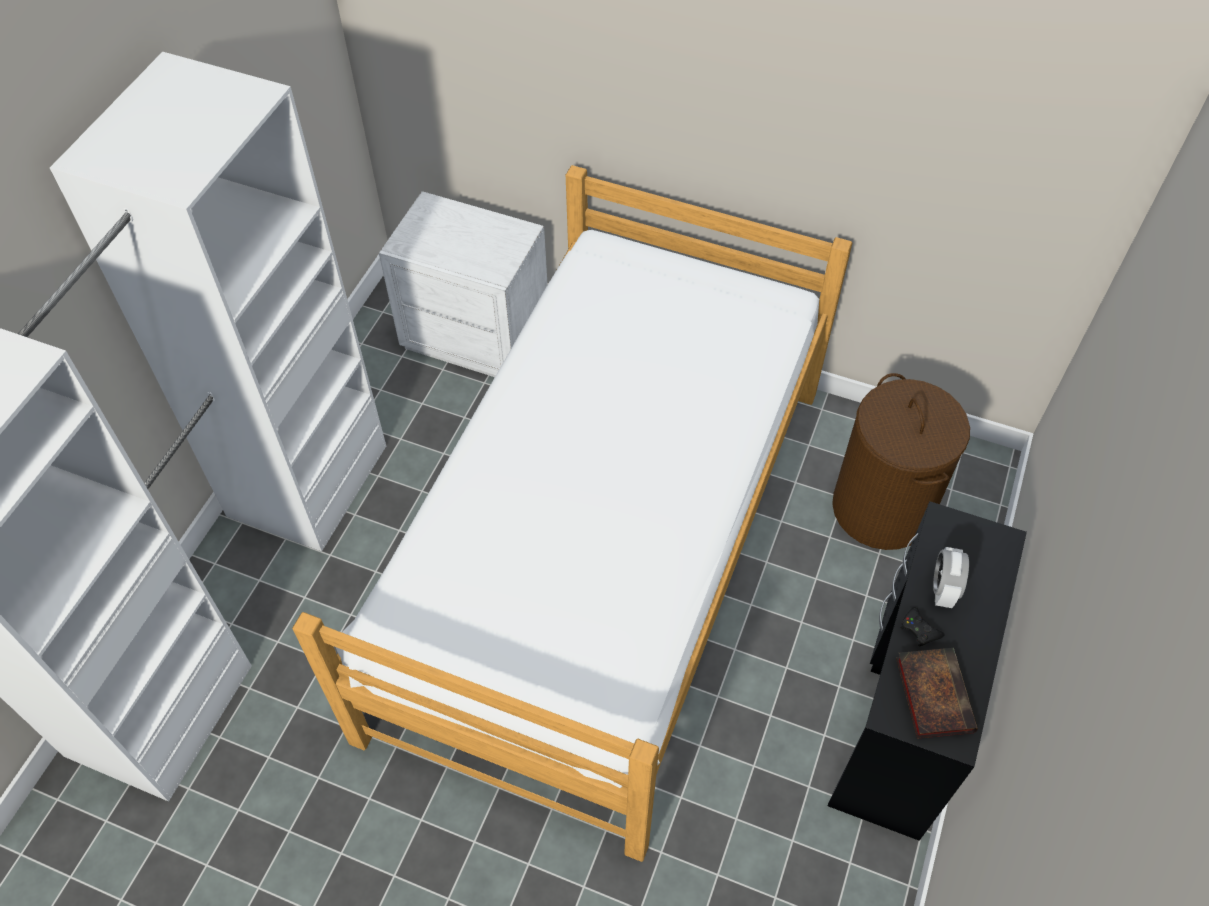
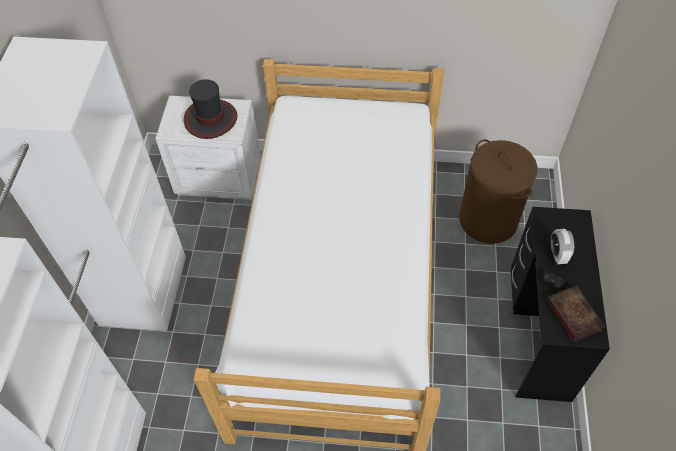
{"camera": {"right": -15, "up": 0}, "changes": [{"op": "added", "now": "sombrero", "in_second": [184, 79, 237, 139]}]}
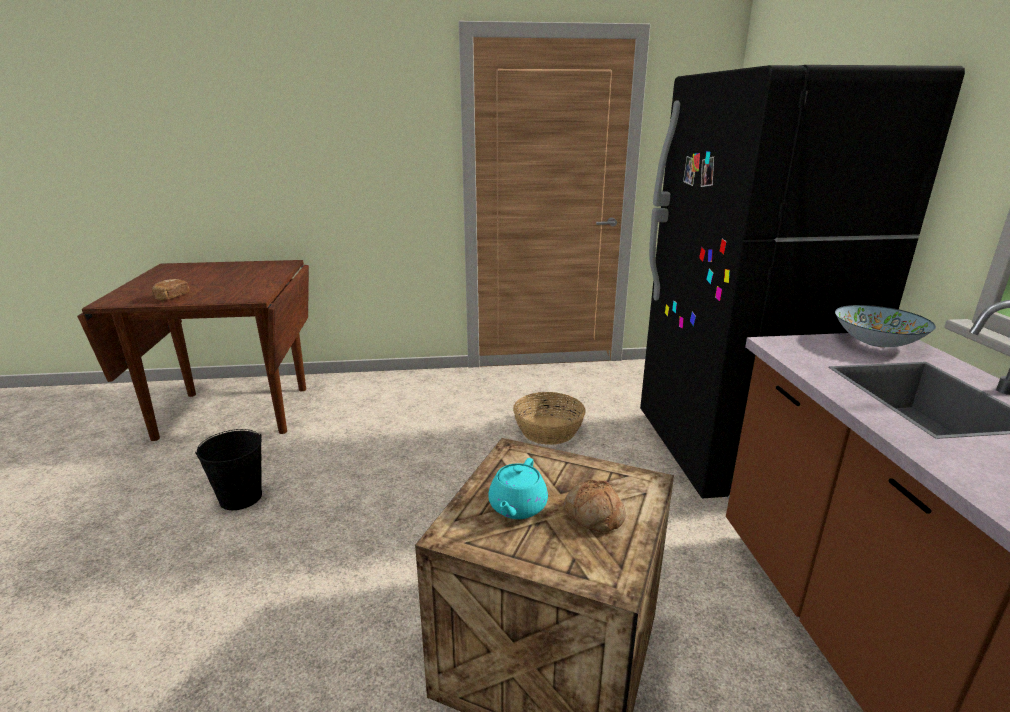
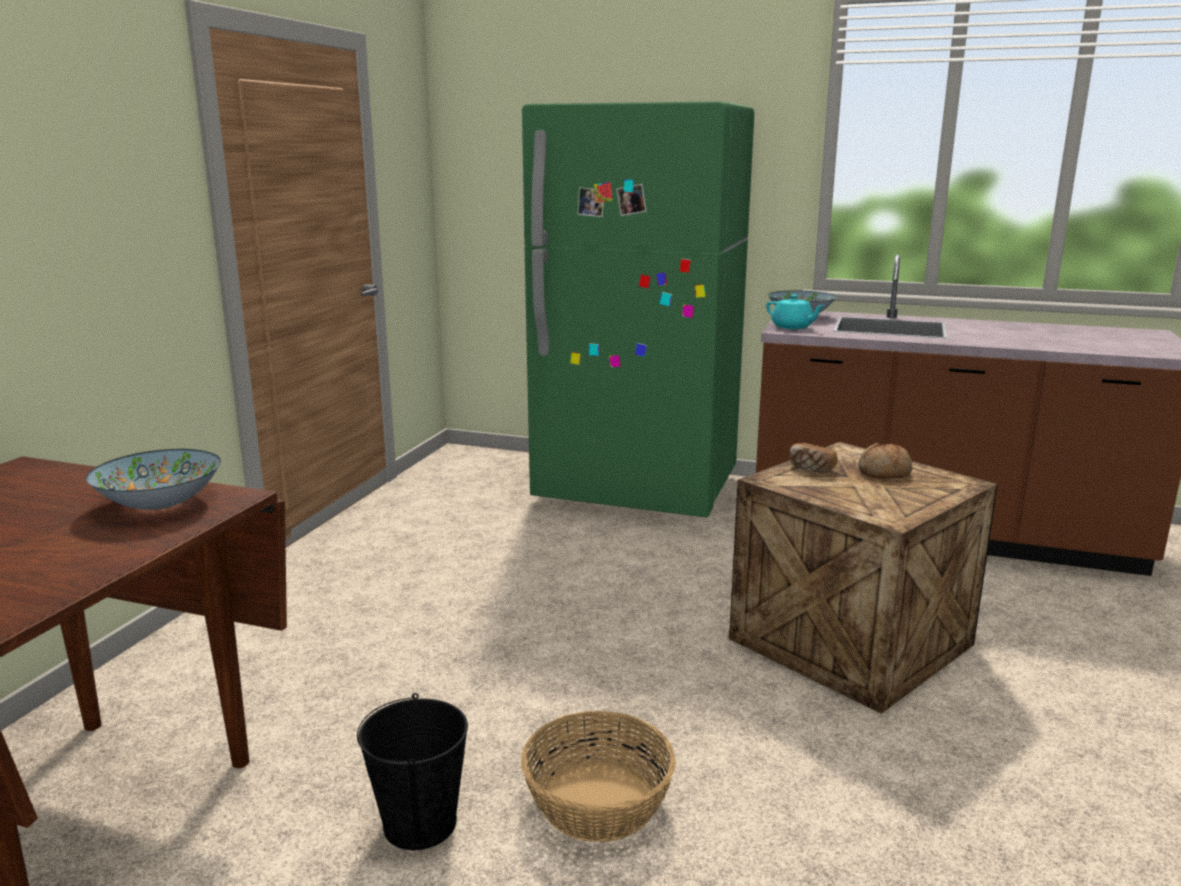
{"camera": {"right": -65, "up": -5}, "changes": [{"op": "added", "now": "cuenco", "in_second": [86, 449, 221, 510]}, {"op": "moved", "was": "pan", "in_first": [152, 279, 189, 300], "in_second": [789, 443, 838, 473]}, {"op": "moved", "was": "tetera (turquesa)", "in_first": [488, 458, 548, 519], "in_second": [766, 295, 824, 329]}, {"op": "moved", "was": "cesta", "in_first": [513, 392, 586, 445], "in_second": [521, 711, 676, 842]}, {"op": "recoloured", "was": "nevera (negro)", "now": "nevera (verde)", "in_first": [640, 65, 965, 499], "in_second": [522, 101, 755, 518]}]}
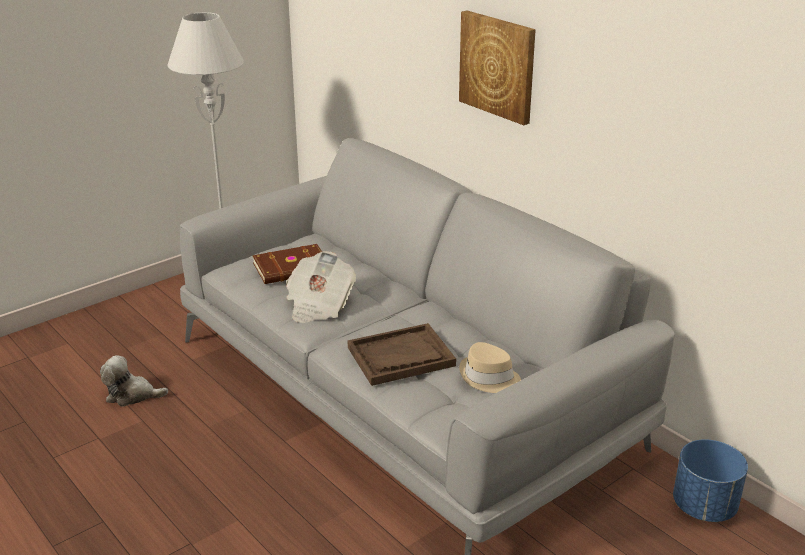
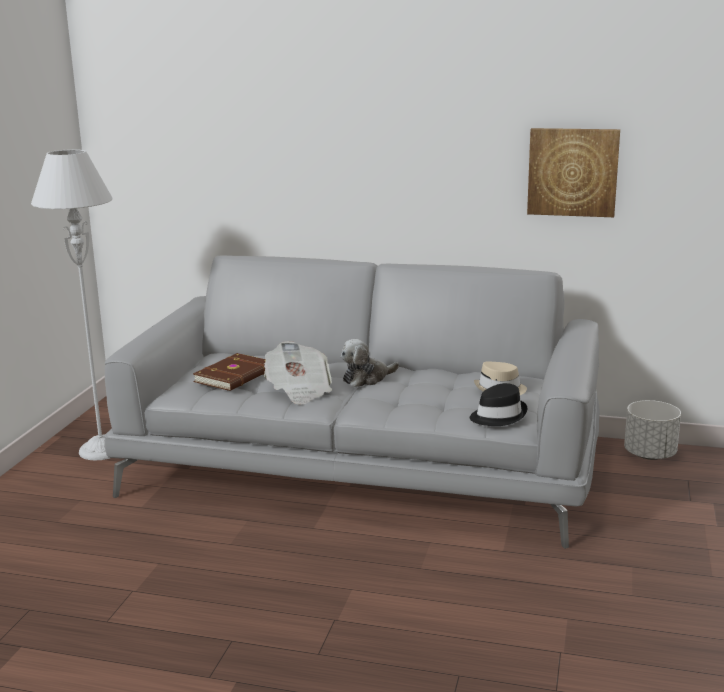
{"camera": {"right": -35, "up": -10}, "changes": [{"op": "removed", "was": "bandeja (marrón)", "in_first": [348, 323, 456, 386]}, {"op": "added", "now": "sombrero (negro)", "in_second": [470, 383, 528, 426]}, {"op": "moved", "was": "peluche", "in_first": [100, 355, 168, 407], "in_second": [341, 339, 399, 387]}, {"op": "moved", "was": "cuadro", "in_first": [459, 11, 536, 125], "in_second": [527, 128, 620, 217]}, {"op": "recoloured", "was": "maceta (azul)", "now": "maceta (blanco)", "in_first": [673, 439, 748, 522], "in_second": [624, 400, 681, 460]}]}
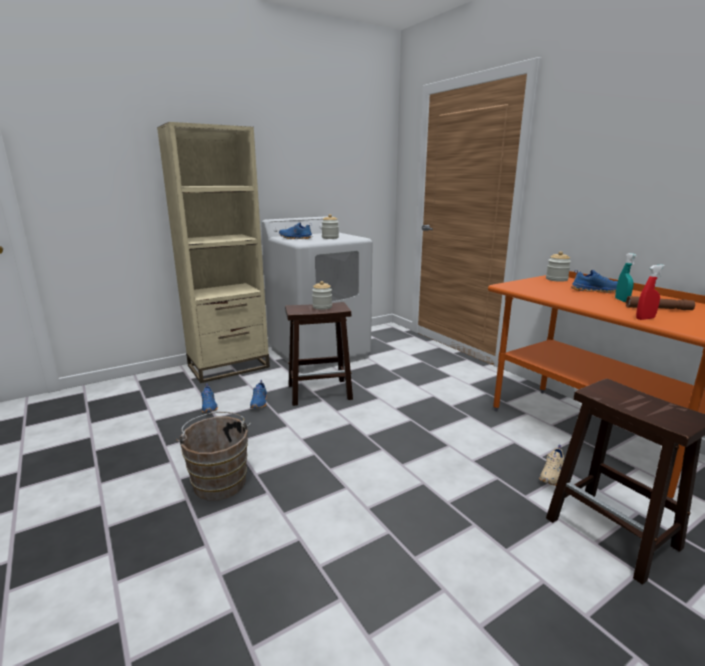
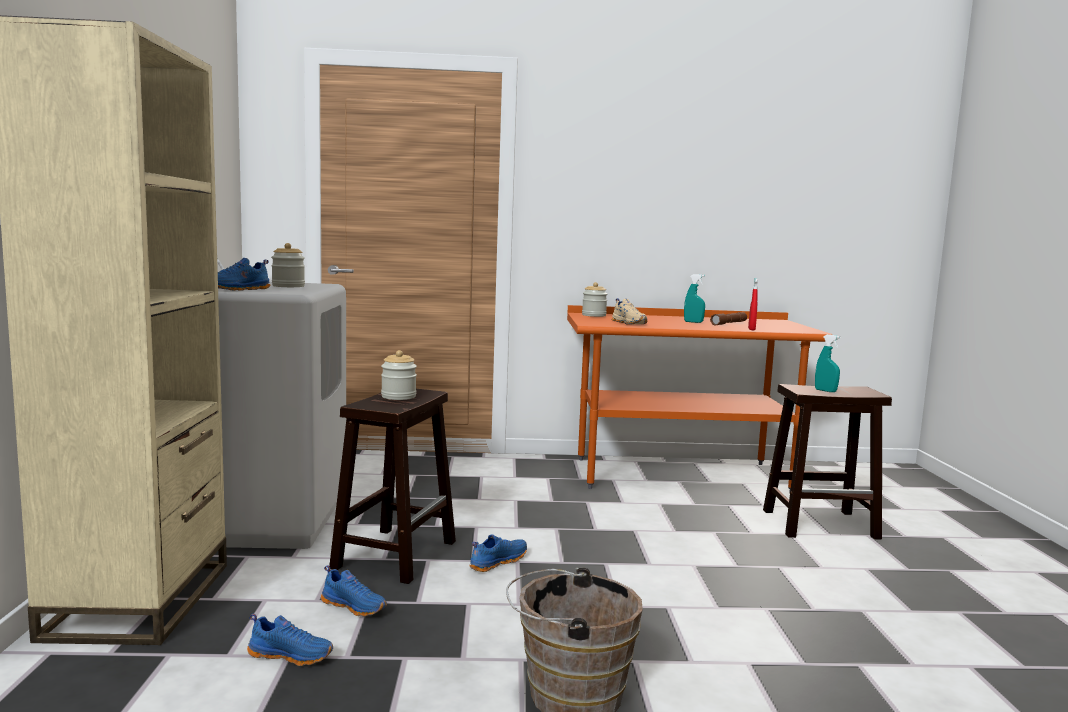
{"camera": {"right": -60, "up": -10}, "changes": [{"op": "added", "now": "pulverizador (turquesa)", "in_second": [815, 334, 841, 392]}, {"op": "moved", "was": "zapato (beis)", "in_first": [539, 445, 564, 486], "in_second": [611, 298, 647, 325]}, {"op": "moved", "was": "zapato (azul)", "in_first": [571, 270, 618, 293], "in_second": [469, 534, 527, 572]}]}
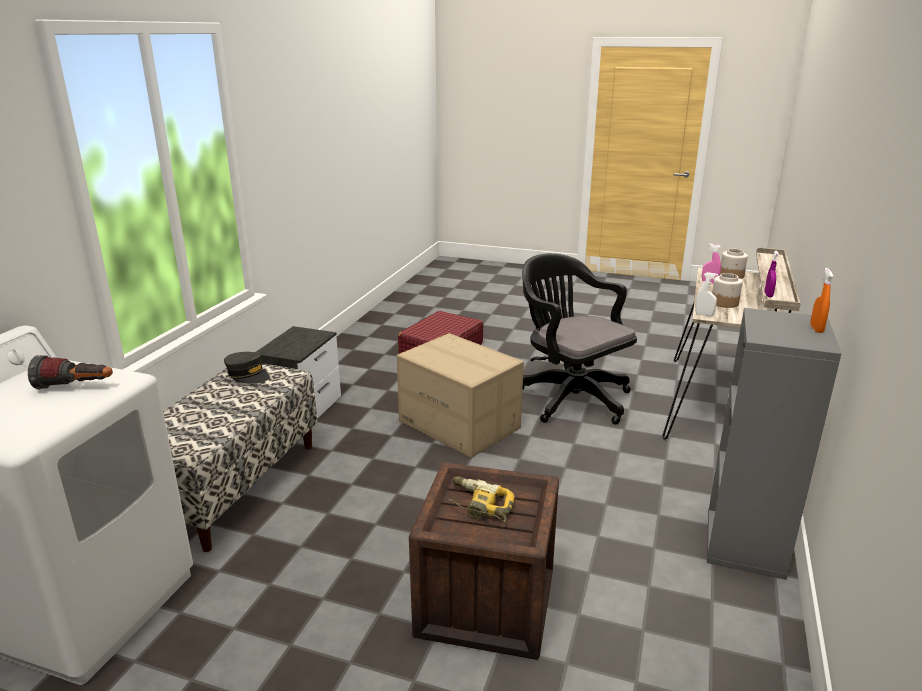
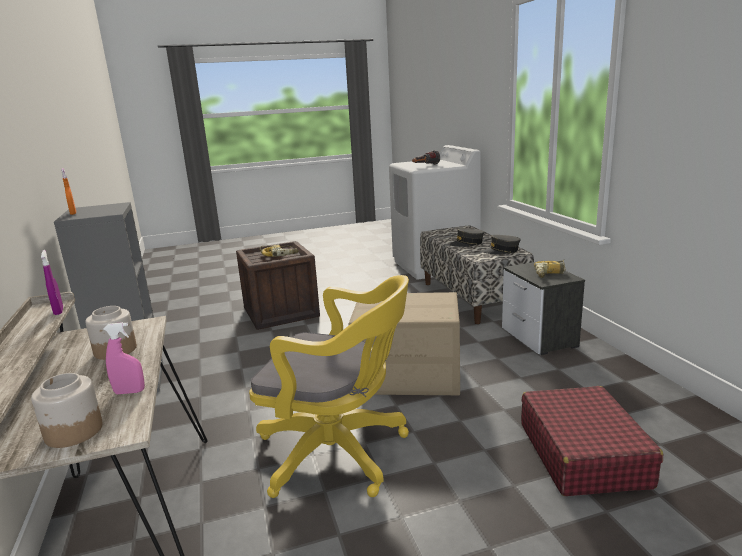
{"camera": {"right": 145, "up": -5}, "changes": [{"op": "removed", "was": "pulverizador (blanco)", "in_first": [695, 272, 718, 316]}, {"op": "added", "now": "gorra (gris)", "in_second": [450, 228, 484, 247]}, {"op": "added", "now": "taladro", "in_second": [534, 260, 566, 278]}, {"op": "recoloured", "was": "silla de oficina (negro)", "now": "silla de oficina (amarillo)", "in_first": [522, 253, 637, 425], "in_second": [249, 275, 409, 498]}]}
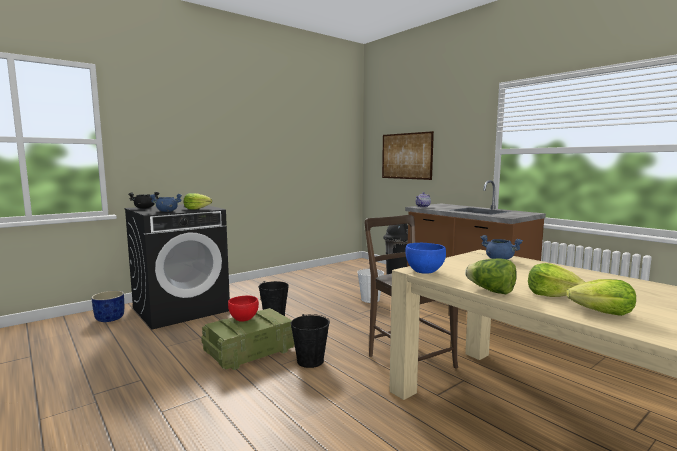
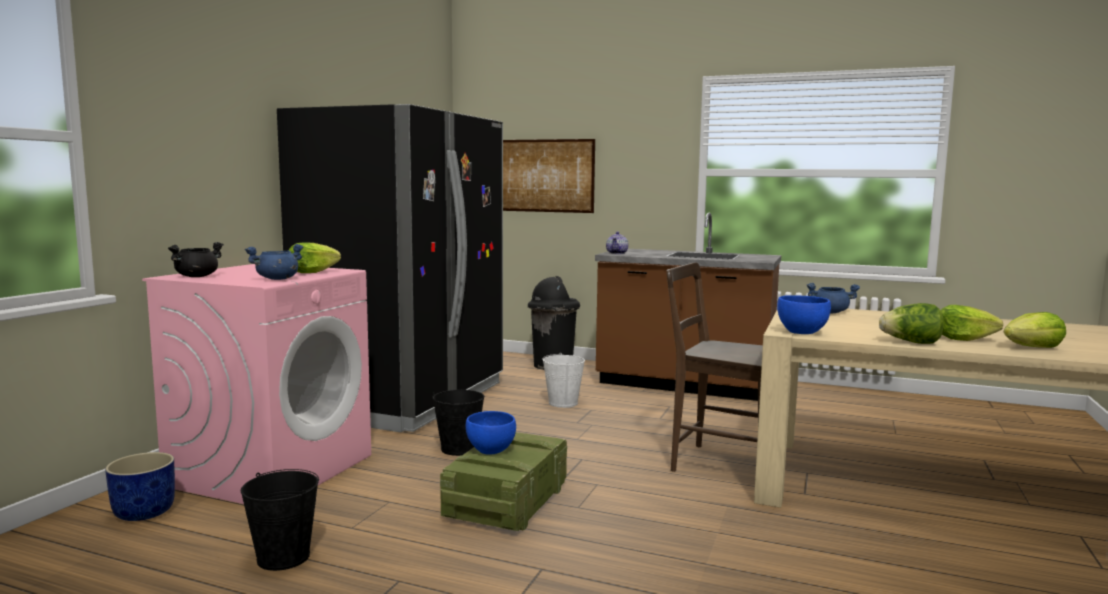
{"camera": {"right": -30, "up": 0}, "changes": [{"op": "added", "now": "nevera (negro)", "in_second": [277, 104, 503, 432]}, {"op": "moved", "was": "cubo (negro)", "in_first": [291, 314, 330, 368], "in_second": [241, 469, 319, 571]}, {"op": "recoloured", "was": "lavadora (negro)", "now": "lavadora (rosa)", "in_first": [124, 204, 230, 330], "in_second": [142, 264, 371, 504]}, {"op": "recoloured", "was": "cuenco (rojo)", "now": "cuenco (azul)", "in_first": [228, 296, 259, 322], "in_second": [466, 411, 516, 455]}]}
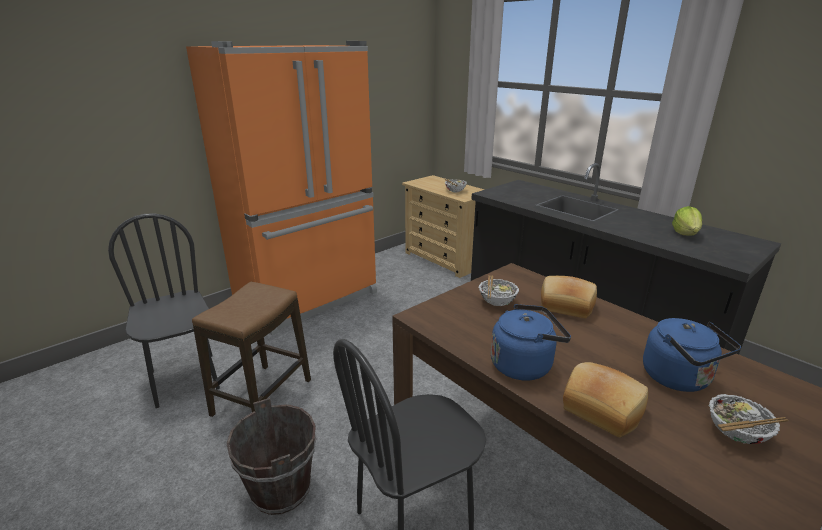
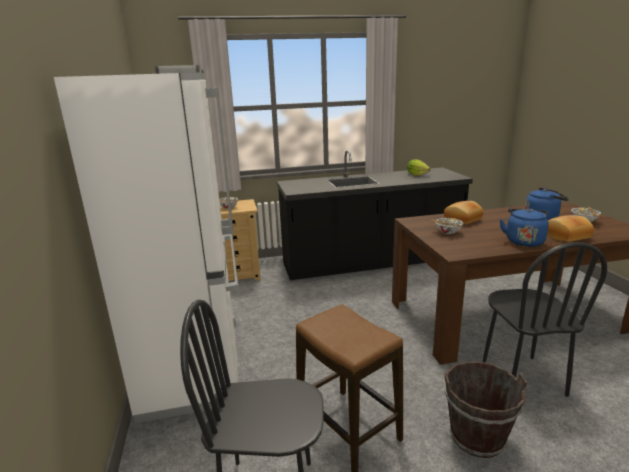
{"camera": {"right": -60, "up": -5}, "changes": [{"op": "recoloured", "was": "nevera (naranja)", "now": "nevera (blanco)", "in_first": [186, 41, 377, 335], "in_second": [54, 65, 239, 423]}]}
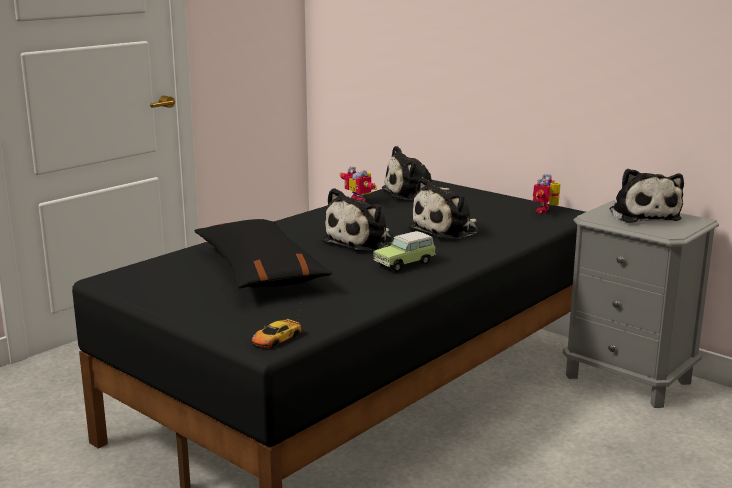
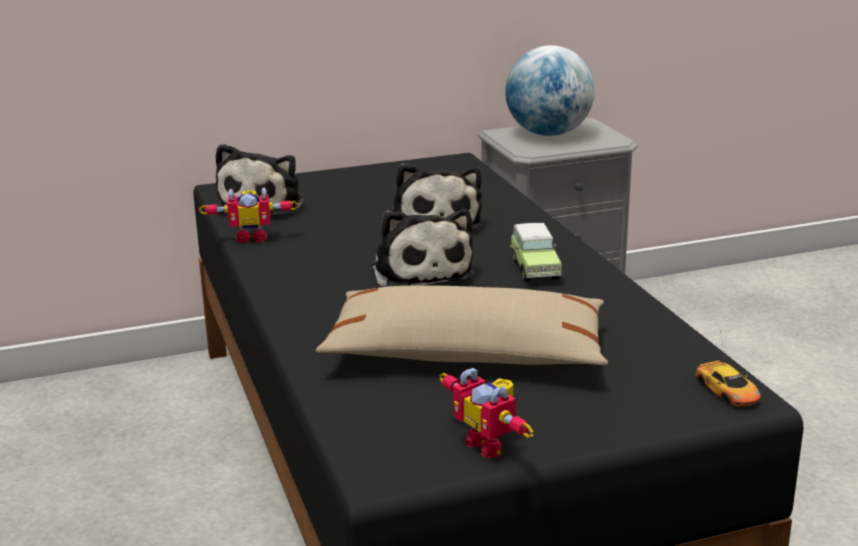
{"camera": {"right": -60, "up": 5}, "changes": [{"op": "moved", "was": "robot de juguete", "in_first": [533, 174, 560, 214], "in_second": [439, 368, 533, 458]}, {"op": "replaced", "was": "peluche", "now": "globo terráqueo", "in_first": [610, 168, 684, 223], "in_second": [505, 45, 595, 136]}, {"op": "recoloured", "was": "cojín (negro)", "now": "cojín (beis)", "in_first": [194, 219, 332, 288], "in_second": [316, 286, 608, 365]}]}
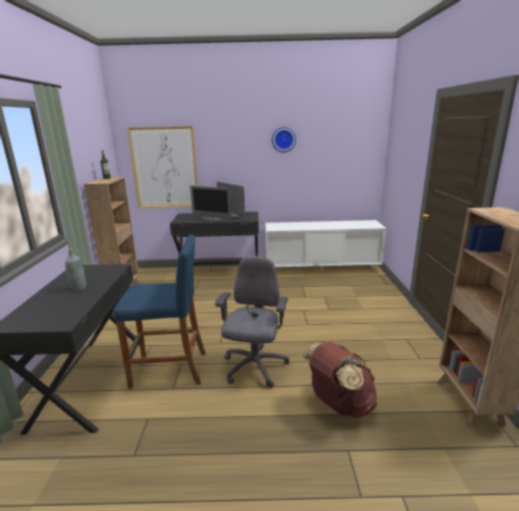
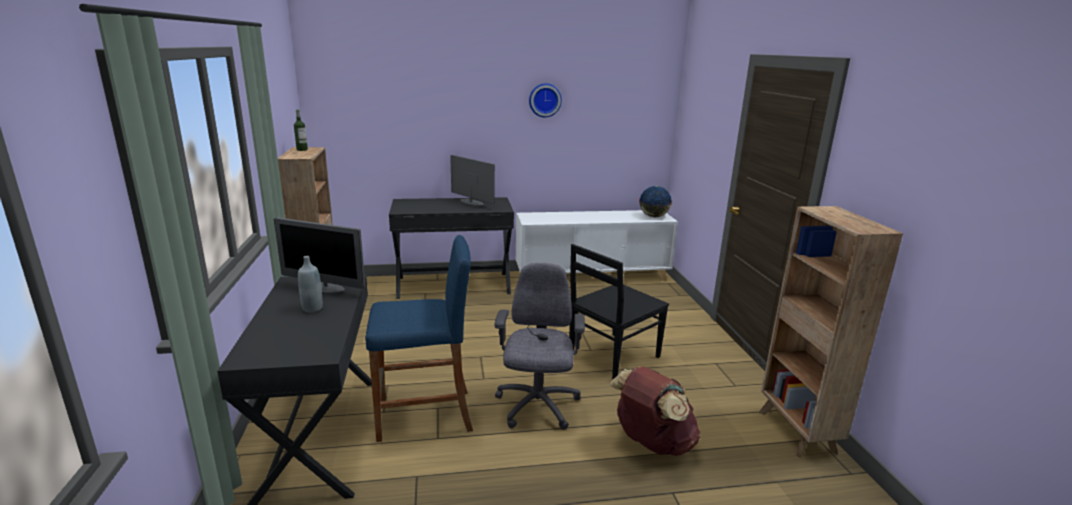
{"camera": {"right": -10, "up": 0}, "changes": [{"op": "removed", "was": "cuadro", "in_first": [127, 126, 198, 208]}, {"op": "added", "now": "silla (negro)", "in_second": [569, 244, 669, 380]}, {"op": "added", "now": "globo terráqueo", "in_second": [639, 186, 672, 217]}, {"op": "moved", "was": "monitor", "in_first": [190, 186, 232, 221], "in_second": [274, 217, 365, 295]}]}
